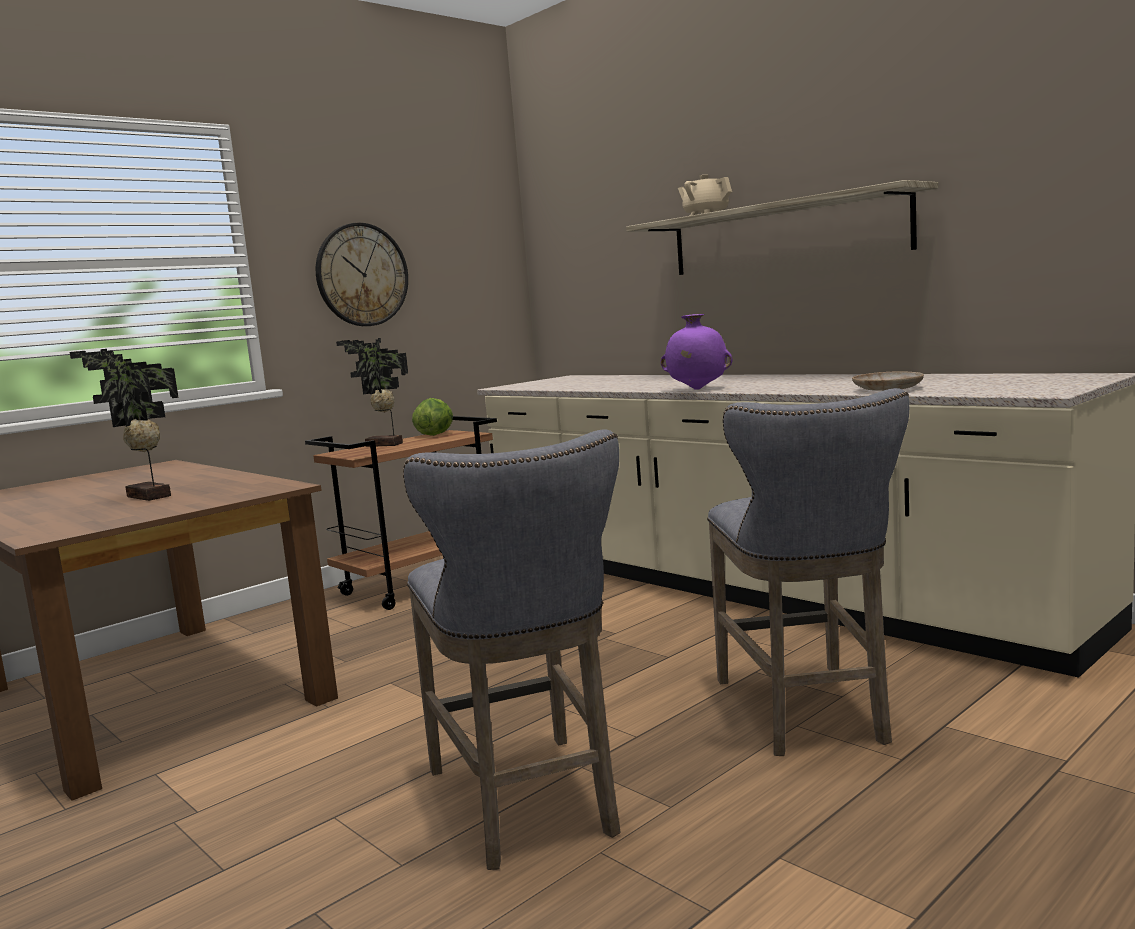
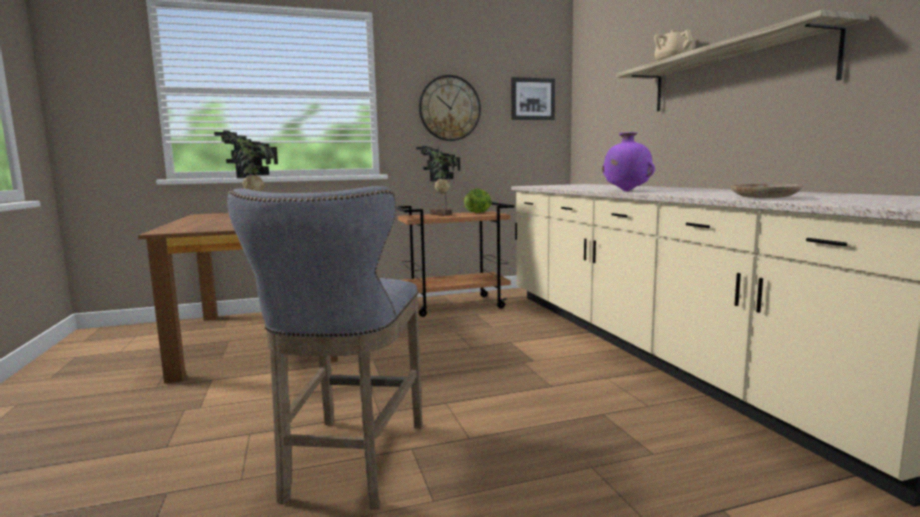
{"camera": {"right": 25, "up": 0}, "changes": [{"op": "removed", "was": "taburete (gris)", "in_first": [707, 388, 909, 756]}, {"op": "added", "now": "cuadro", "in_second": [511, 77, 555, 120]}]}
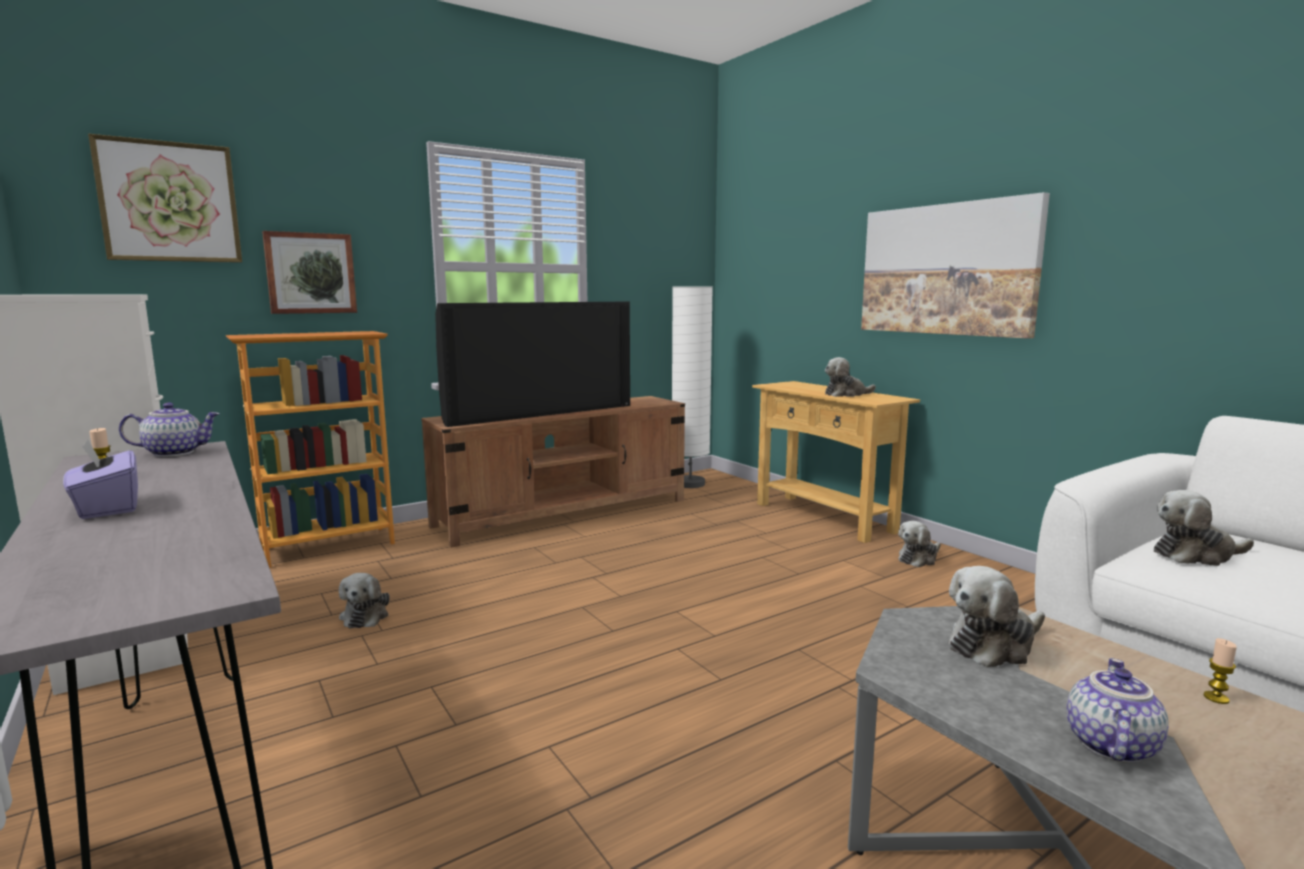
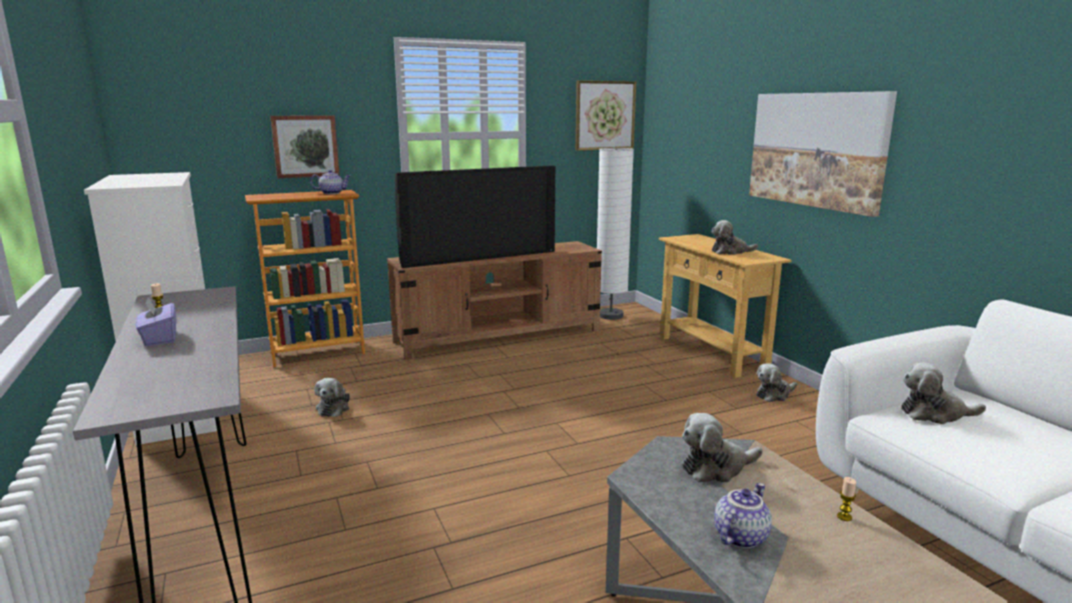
{"camera": {"right": 10, "up": 5}, "changes": [{"op": "moved", "was": "cuadro", "in_first": [88, 134, 242, 263], "in_second": [575, 81, 636, 151]}, {"op": "moved", "was": "tetera", "in_first": [119, 402, 220, 457], "in_second": [310, 170, 351, 194]}]}
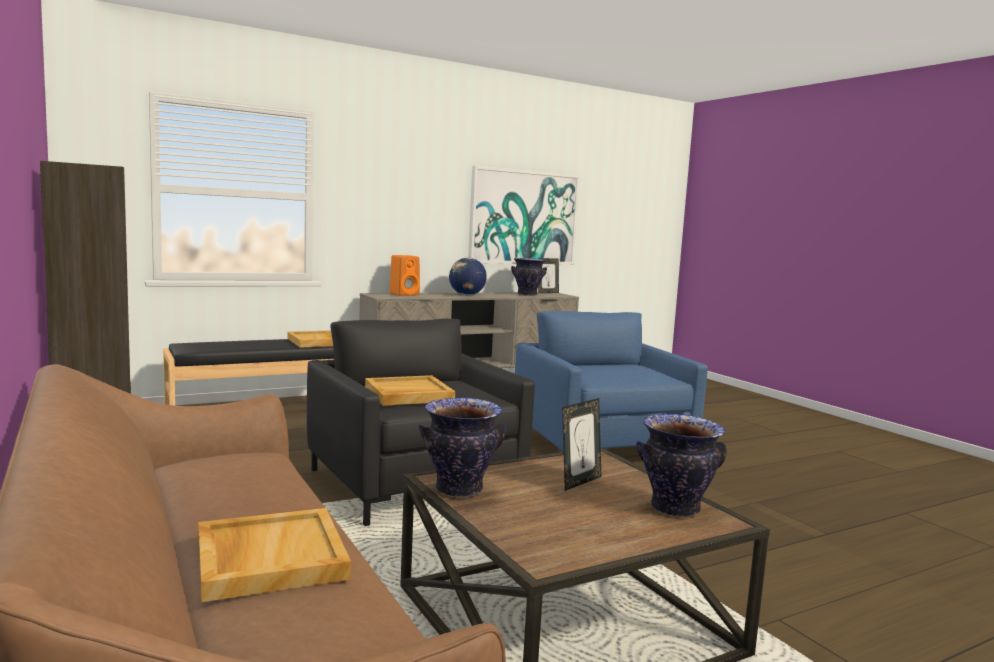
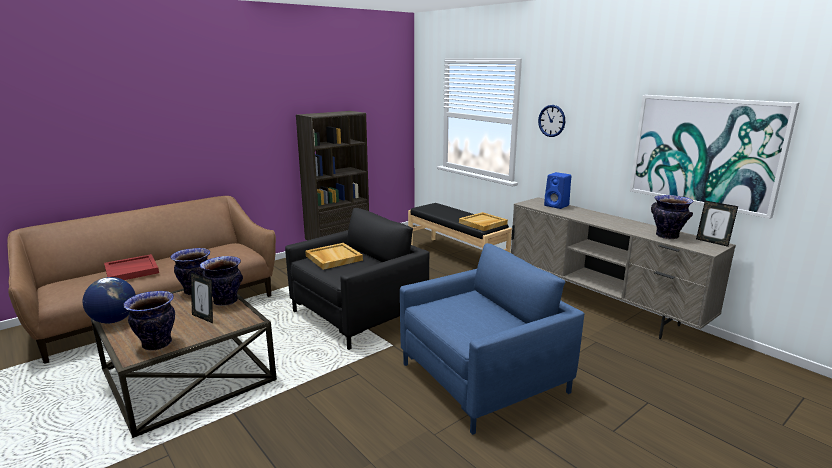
{"camera": {"right": 80, "up": 10}, "changes": [{"op": "added", "now": "florero", "in_second": [200, 256, 243, 306]}, {"op": "added", "now": "reloj de pared", "in_second": [538, 105, 565, 137]}, {"op": "moved", "was": "globo terráqueo", "in_first": [449, 258, 487, 295], "in_second": [83, 277, 136, 323]}, {"op": "recoloured", "was": "bandeja (beis)", "now": "bandeja (rojo)", "in_first": [198, 508, 351, 602], "in_second": [104, 254, 159, 280]}, {"op": "recoloured", "was": "altavoz (naranja)", "now": "altavoz (azul)", "in_first": [390, 255, 420, 296], "in_second": [544, 172, 571, 209]}]}
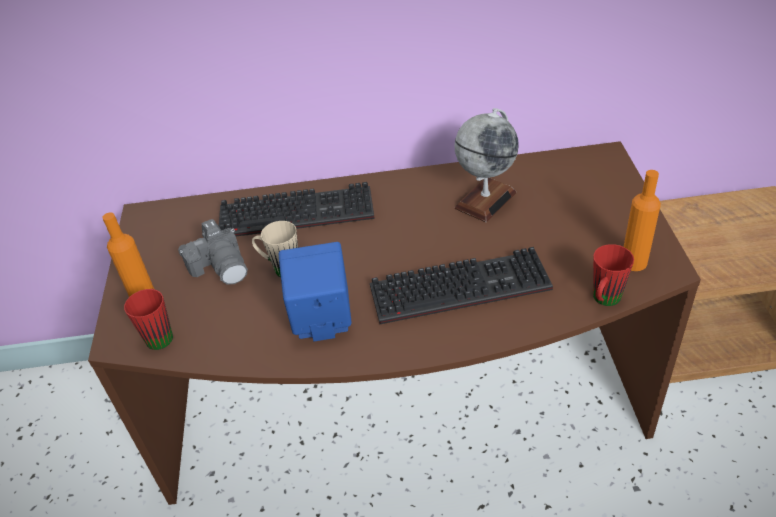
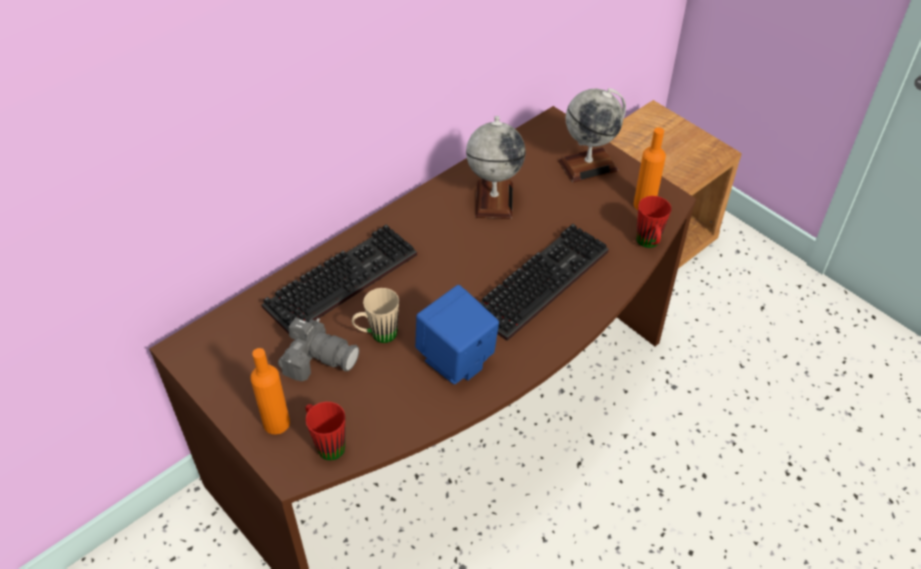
{"camera": {"right": -40, "up": 5}, "changes": [{"op": "added", "now": "globo terráqueo", "in_second": [558, 88, 626, 183]}]}
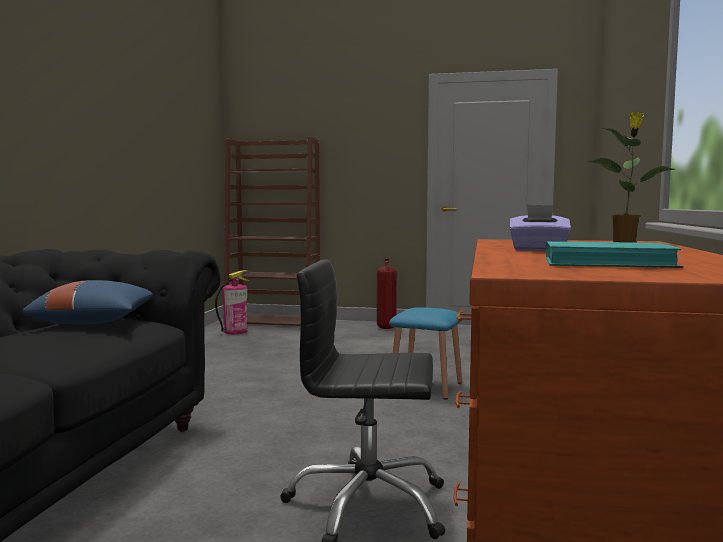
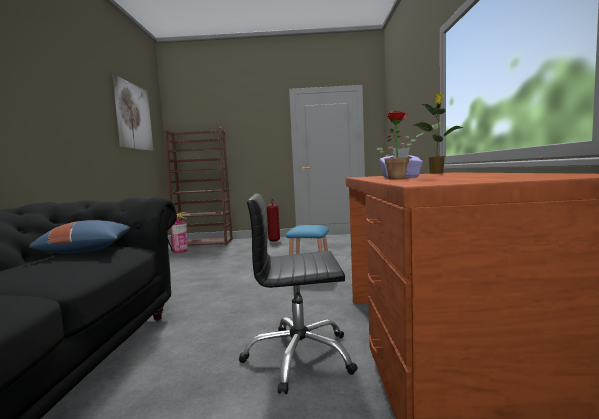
{"camera": {"right": -10, "up": 0}, "changes": [{"op": "removed", "was": "libro (turquesa)", "in_first": [546, 241, 683, 268]}, {"op": "added", "now": "cuadro", "in_second": [112, 75, 153, 151]}, {"op": "added", "now": "planta en maceta", "in_second": [377, 111, 424, 180]}]}
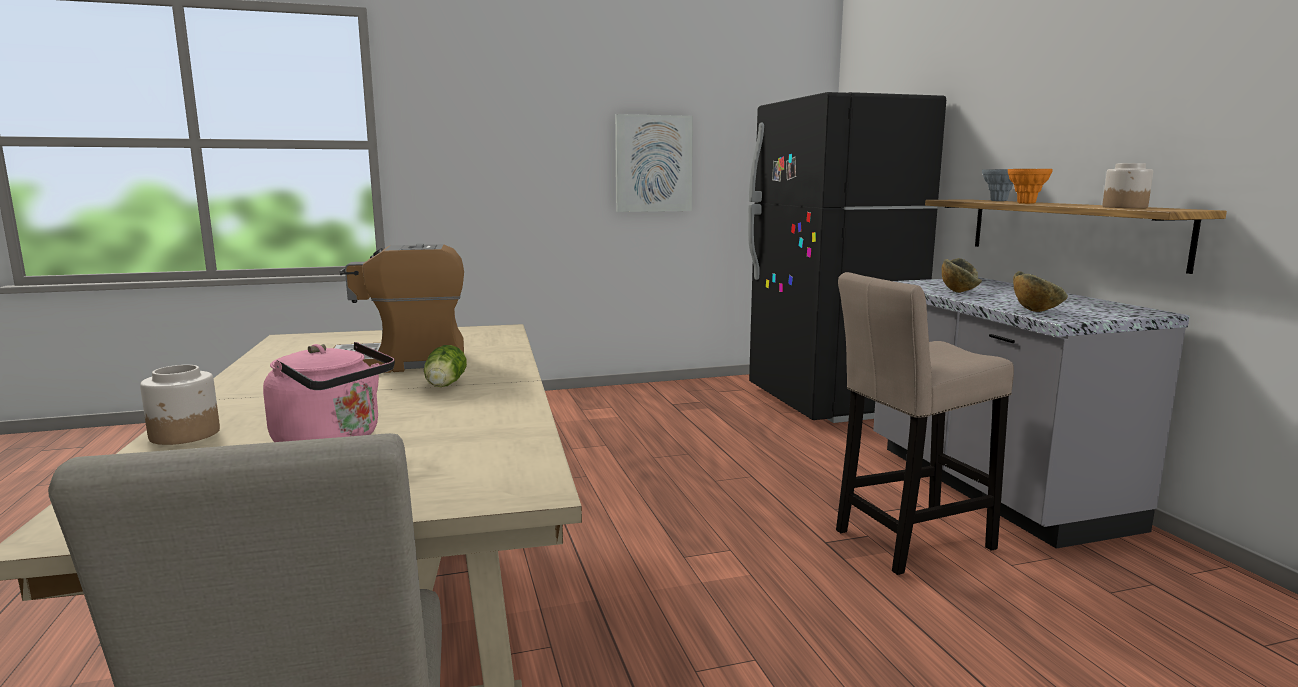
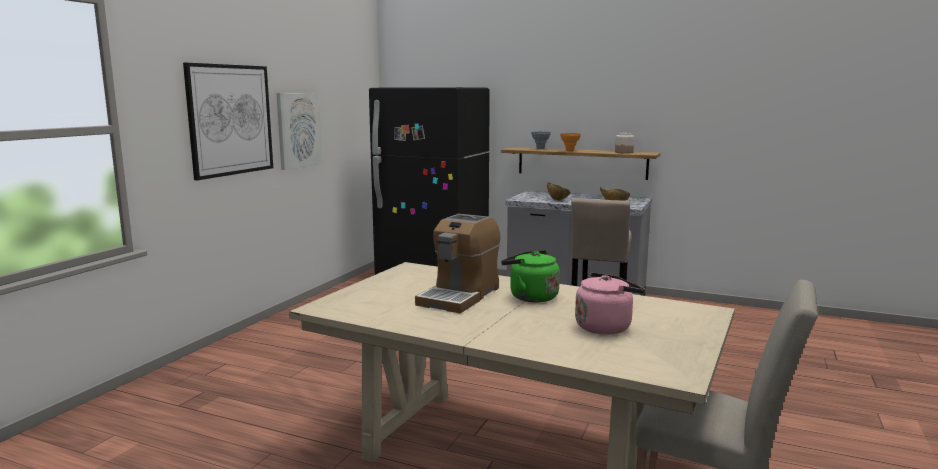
{"camera": {"right": -50, "up": 0}, "changes": [{"op": "removed", "was": "tarro", "in_first": [140, 365, 220, 445]}, {"op": "added", "now": "cuadro", "in_second": [183, 63, 273, 180]}, {"op": "replaced", "was": "lechuga", "now": "hervidor (verde)", "in_first": [424, 345, 467, 387], "in_second": [501, 250, 560, 302]}]}
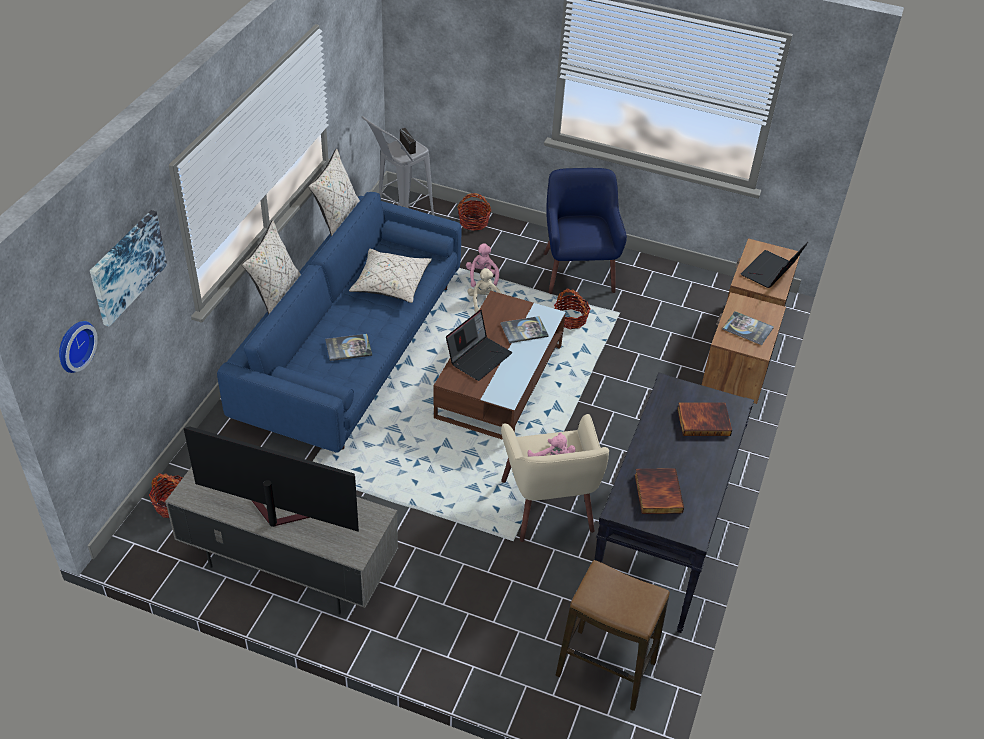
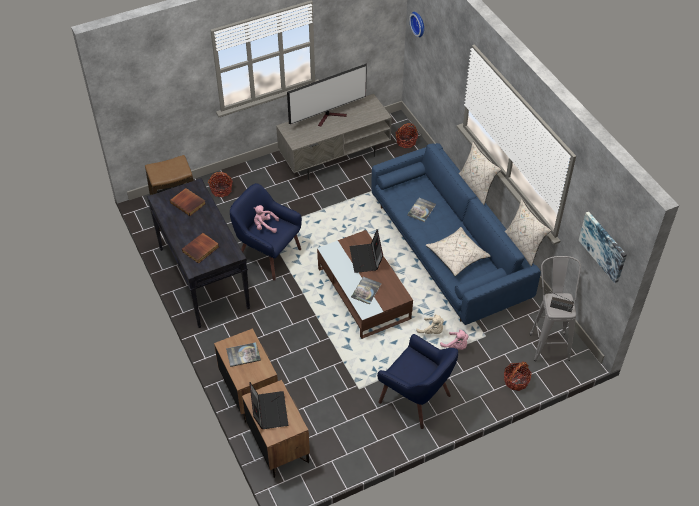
{"camera": {"right": 135, "up": 5}, "changes": [{"op": "moved", "was": "cuadro", "in_first": [90, 210, 167, 327], "in_second": [579, 212, 627, 283]}, {"op": "moved", "was": "cesta", "in_first": [554, 288, 590, 329], "in_second": [208, 172, 233, 197]}, {"op": "recoloured", "was": "sillón (beis)", "now": "sillón (azul)", "in_first": [501, 414, 609, 542], "in_second": [230, 183, 302, 281]}]}
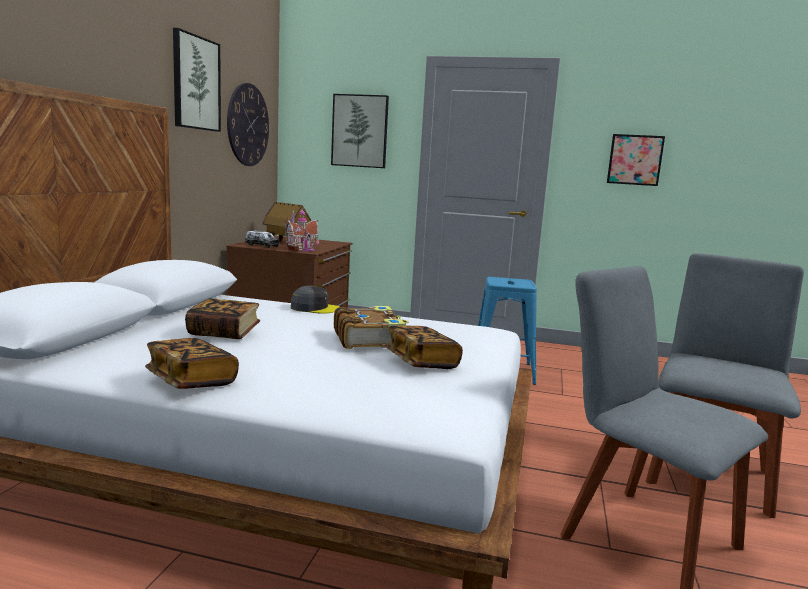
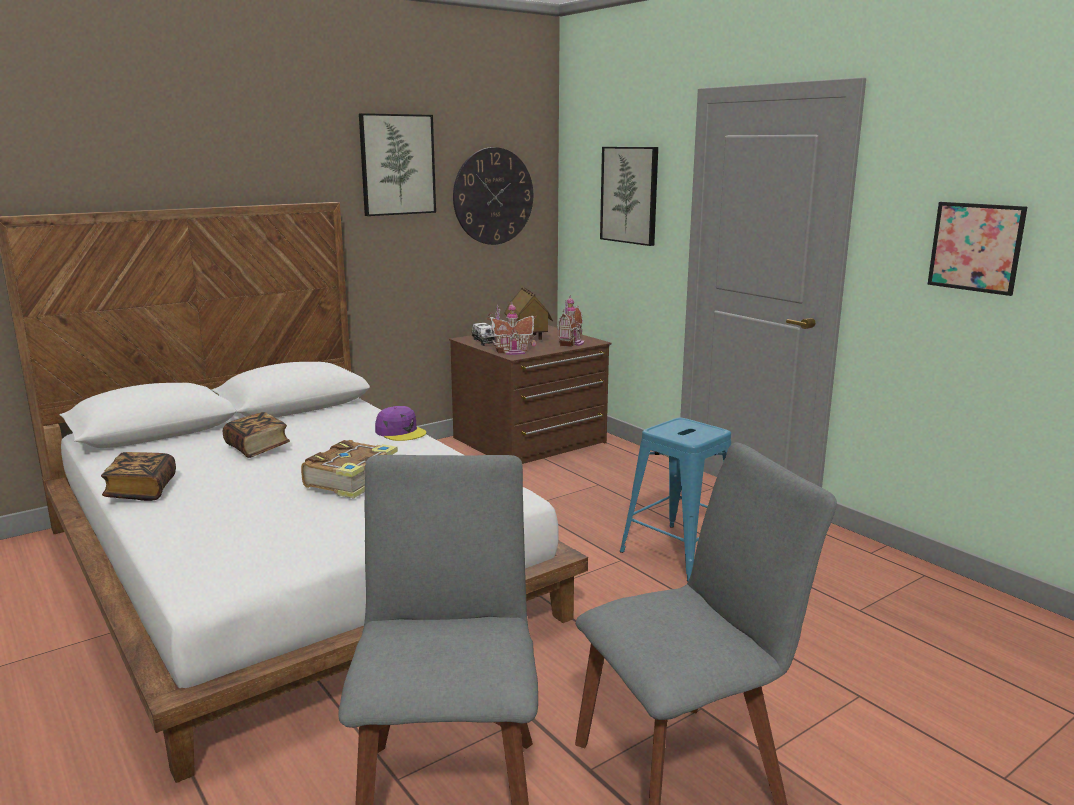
{"camera": {"right": 40, "up": 5}, "changes": [{"op": "removed", "was": "libro", "in_first": [386, 326, 463, 369]}, {"op": "added", "now": "casita", "in_second": [557, 295, 584, 347]}, {"op": "recoloured", "was": "gorra (gris)", "now": "gorra (morado)", "in_first": [291, 286, 339, 314], "in_second": [375, 406, 426, 441]}]}
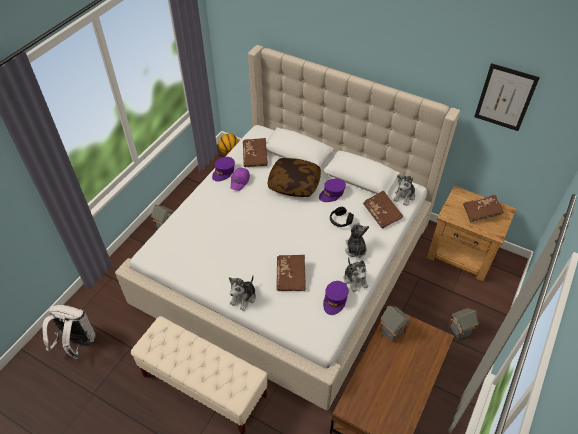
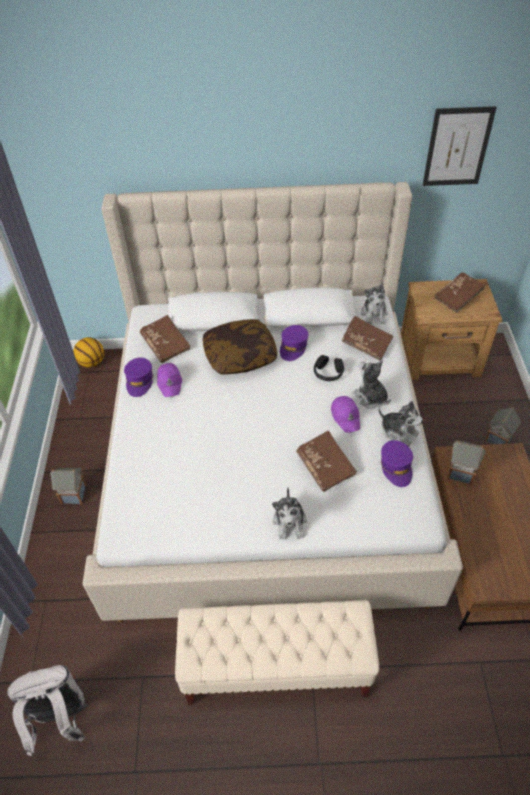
{"camera": {"right": -30, "up": 0}, "changes": [{"op": "added", "now": "gorra (morado)", "in_second": [331, 396, 360, 433]}]}
